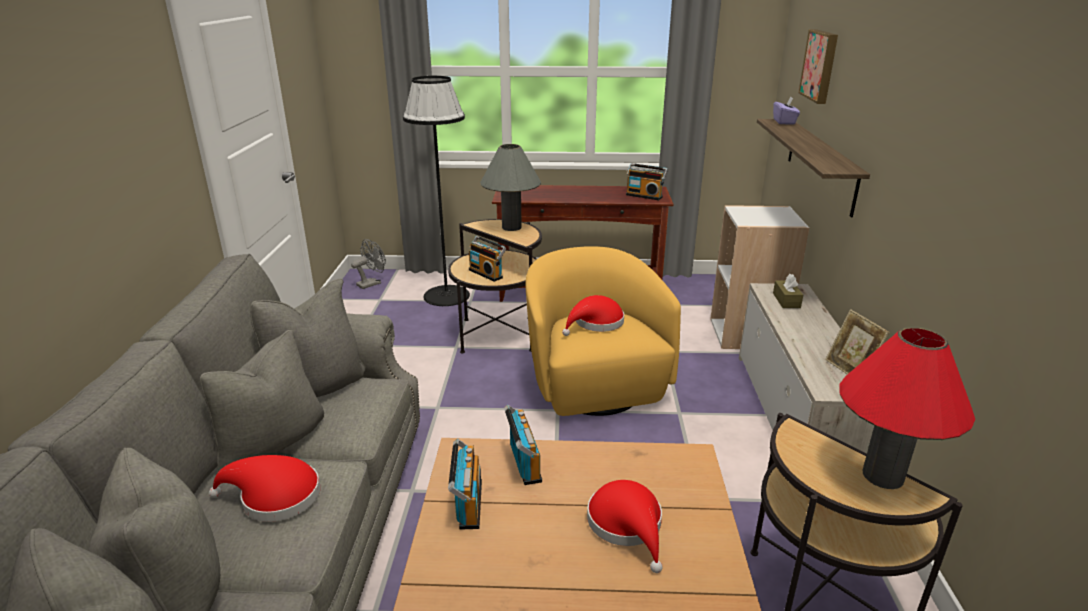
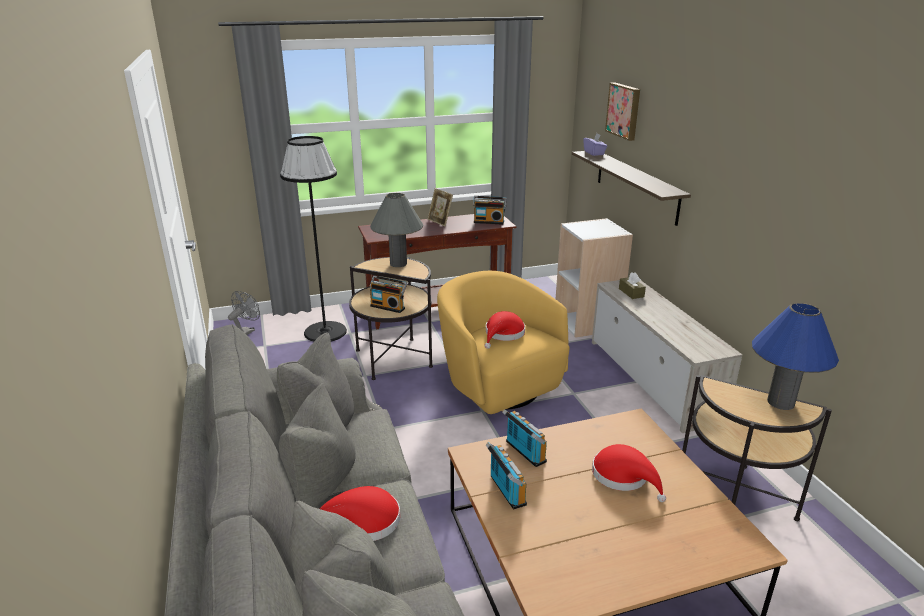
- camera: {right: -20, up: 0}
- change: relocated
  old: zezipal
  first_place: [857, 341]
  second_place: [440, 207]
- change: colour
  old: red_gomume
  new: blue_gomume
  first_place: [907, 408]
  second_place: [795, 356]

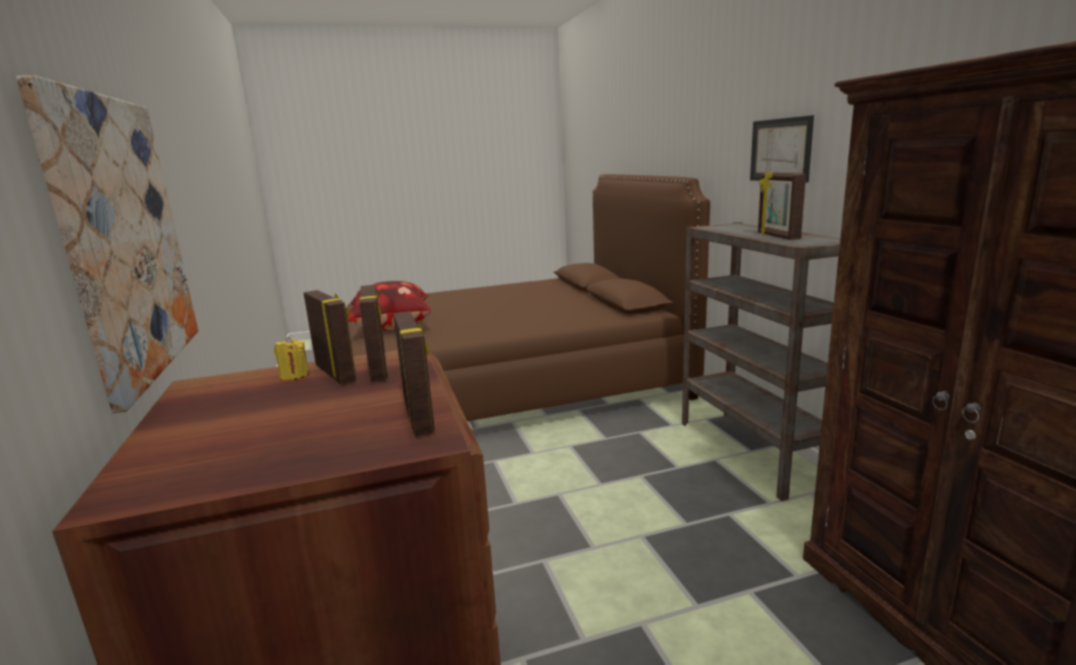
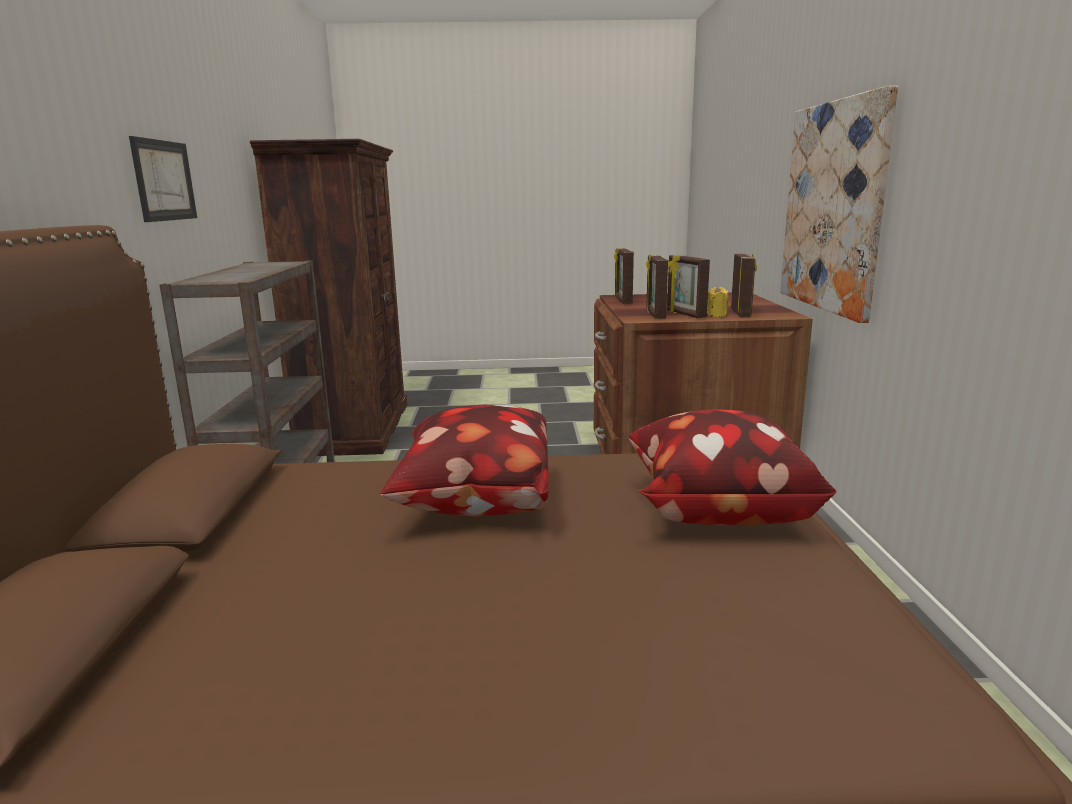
- camera: {right: -165, up: 0}
- change: relocated
  old: zezipal
  first_place: [782, 205]
  second_place: [744, 285]
- change: appeared
  new: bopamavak
  second_place: [464, 460]

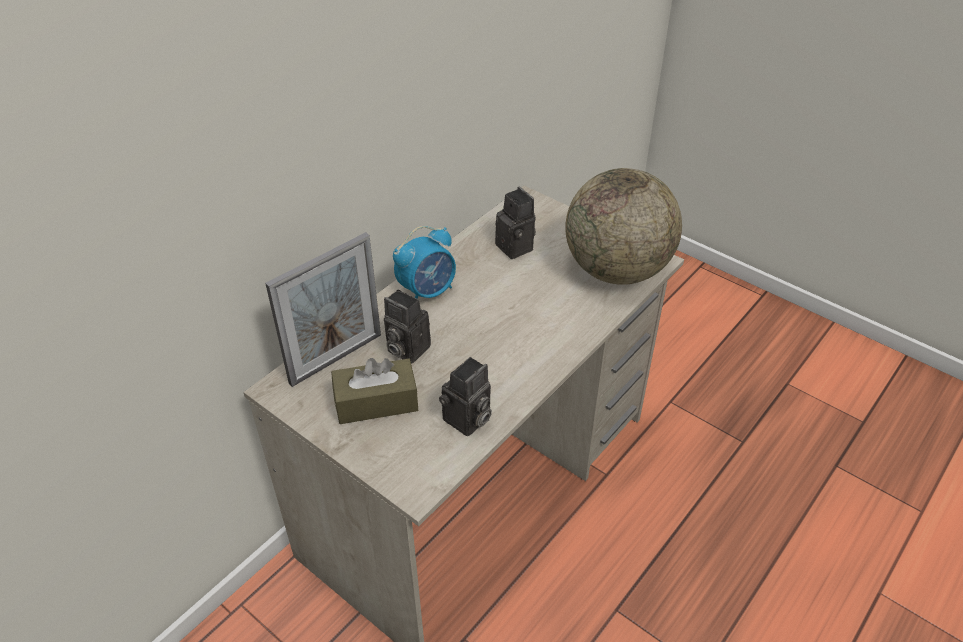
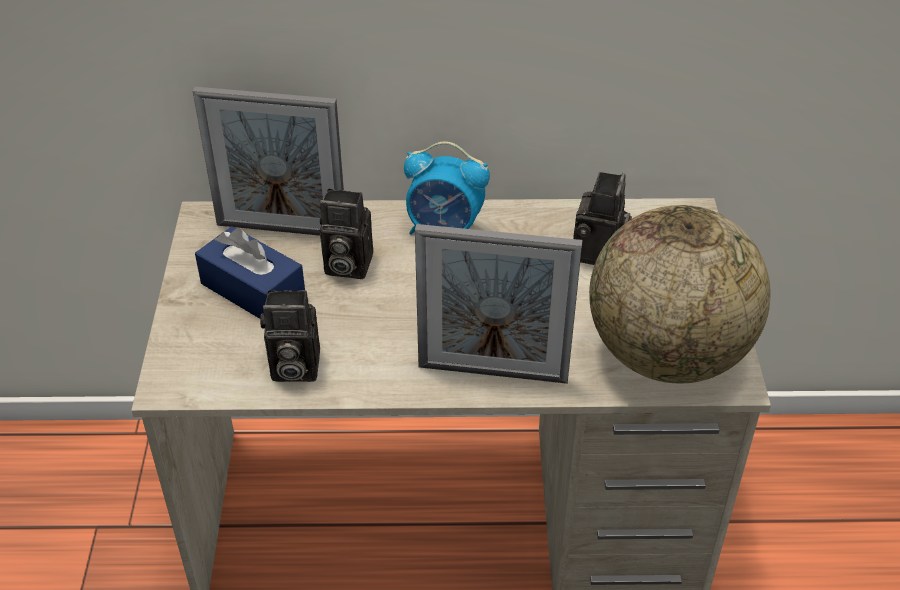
- camera: {right: 50, up: 0}
- change: colour
  old: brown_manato
  new: blue_manato
  first_place: [374, 391]
  second_place: [250, 272]
- change: spun
  old: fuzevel
  first_place: [407, 326]
  second_place: [346, 233]
  degrees: -75
- change: appeared
  new: zezipal
  second_place: [498, 304]

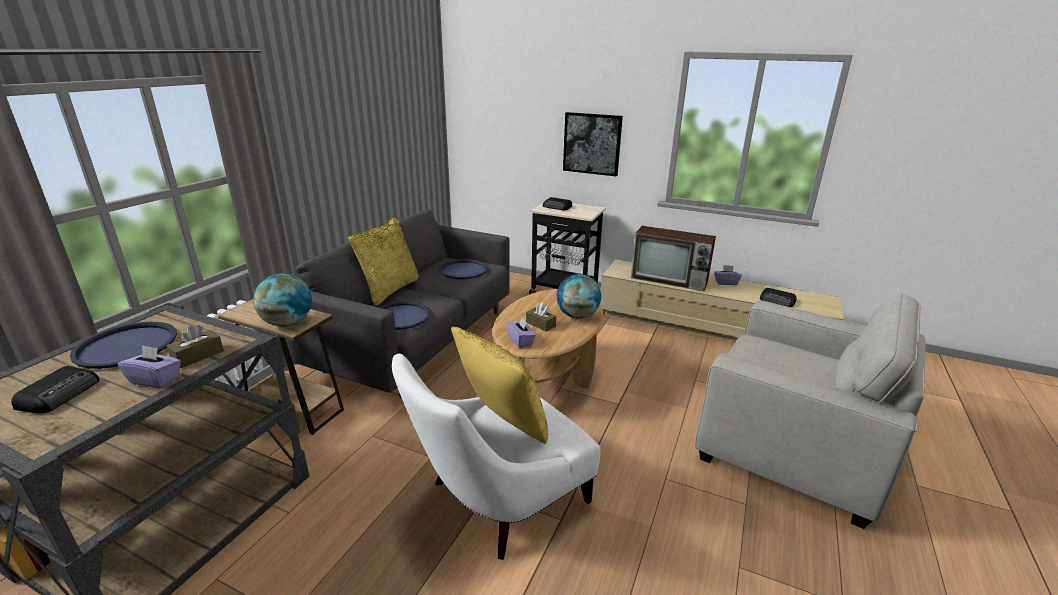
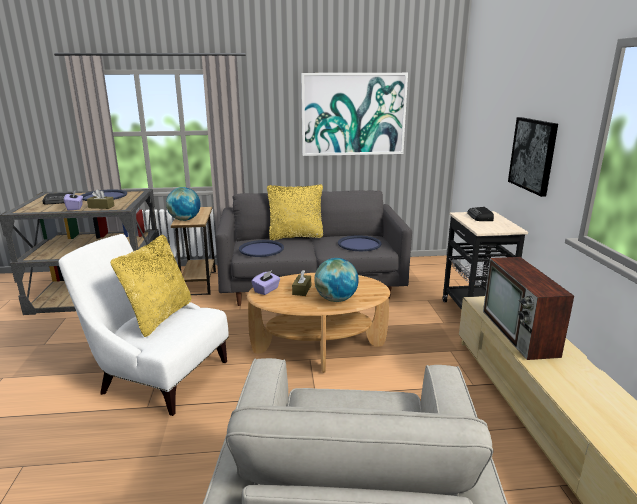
- camera: {right: 60, up: -5}
- change: missing
  old: purple_manato
  first_place: [728, 275]
- change: missing
  old: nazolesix
  first_place: [778, 297]
- change: appeared
  new: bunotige
  second_place: [354, 114]

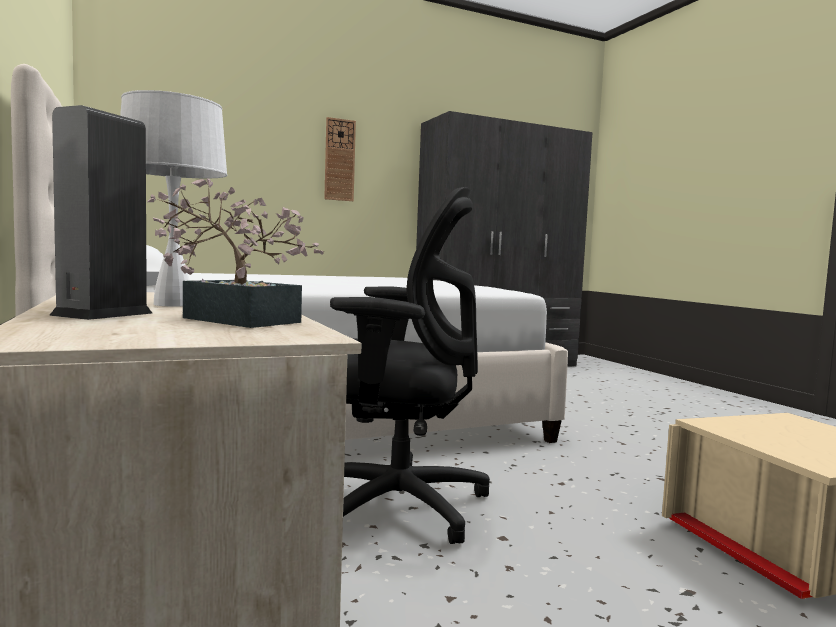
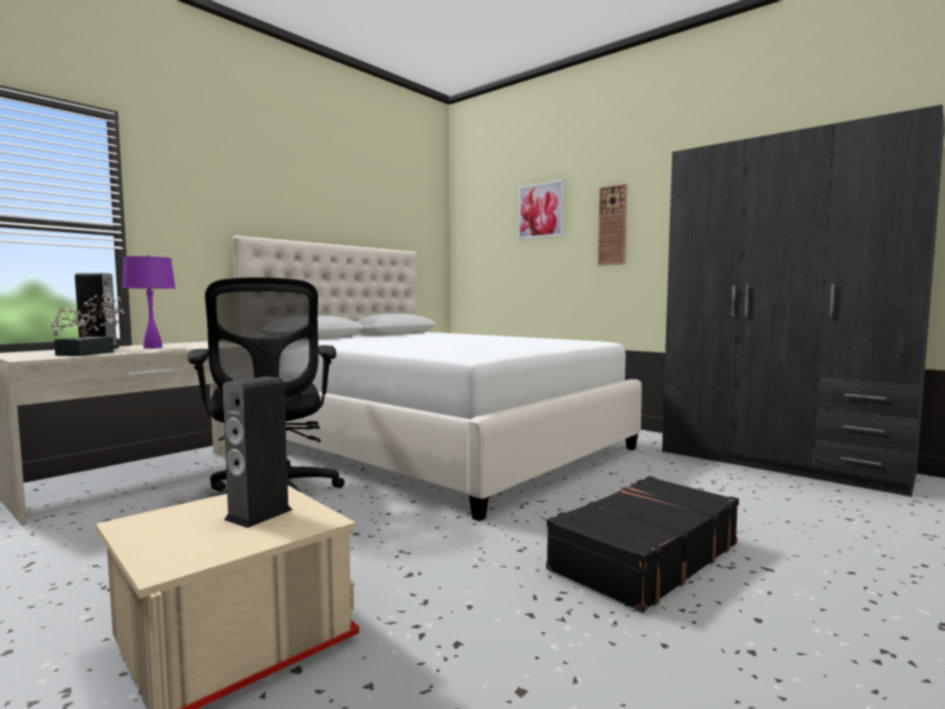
- camera: {right: 65, up: 0}
- change: colour
  old: white_gomume
  new: purple_gomume
  first_place: [174, 198]
  second_place: [148, 302]
- change: appeared
  new: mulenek
  second_place: [257, 452]
- change: appeared
  new: bunotige
  second_place: [541, 209]
- change: appeared
  new: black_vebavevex
  second_place: [642, 544]

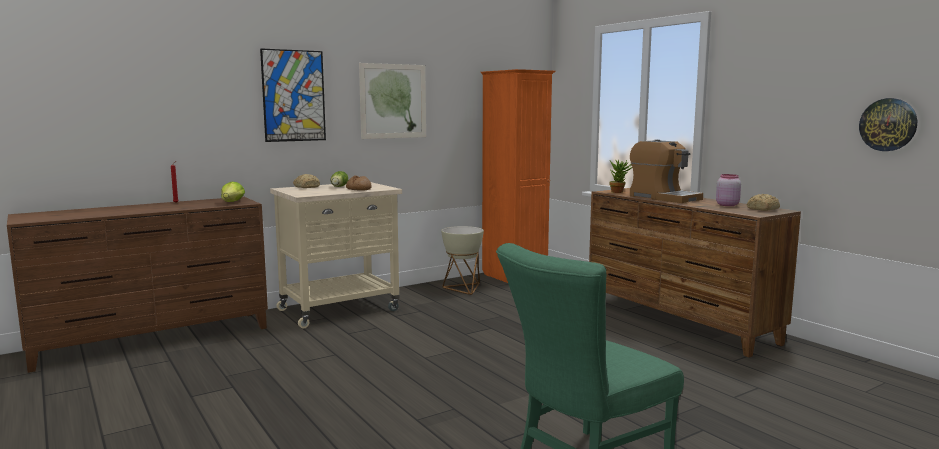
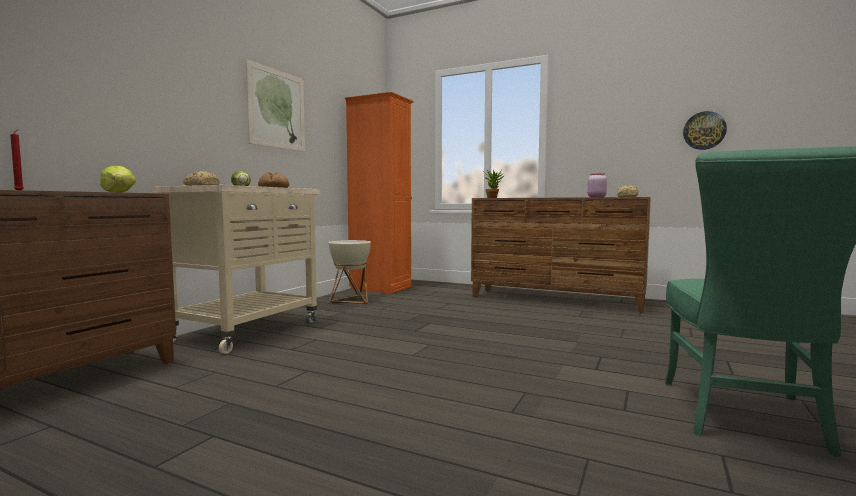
- camera: {right: -30, up: -5}
- change: missing
  old: bunotige
  first_place: [293, 95]
- change: missing
  old: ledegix
  first_place: [666, 171]

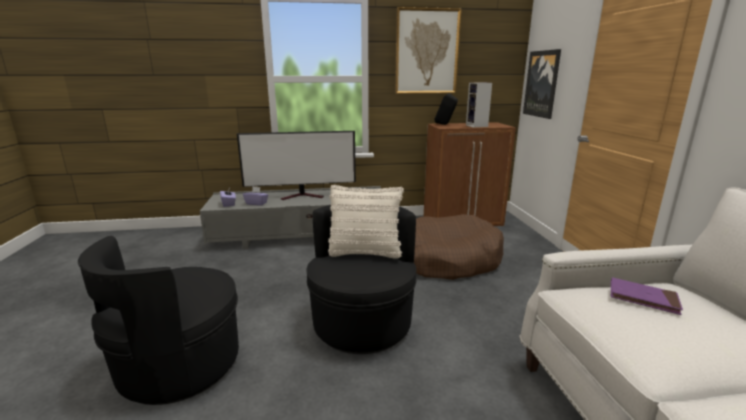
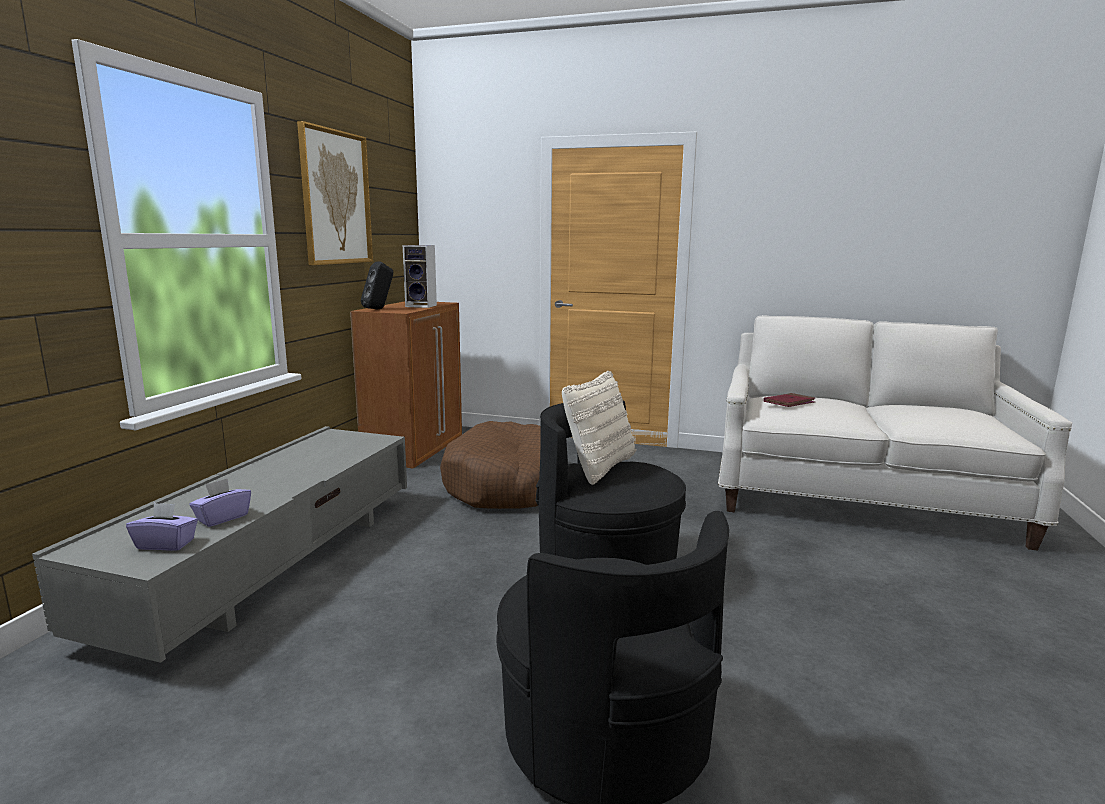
- camera: {right: -65, up: -5}
- change: missing
  old: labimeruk
  first_place: [296, 165]
- change: missing
  old: bunotige
  first_place: [542, 84]
- change: colour
  old: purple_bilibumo
  new: red_bilibumo
  first_place: [647, 296]
  second_place: [789, 400]

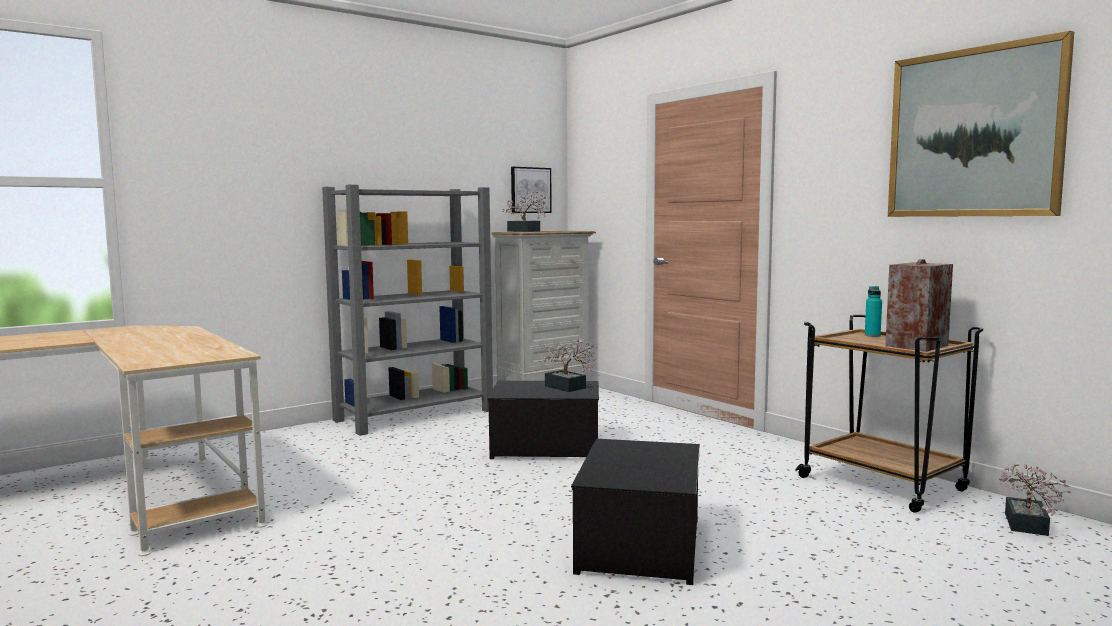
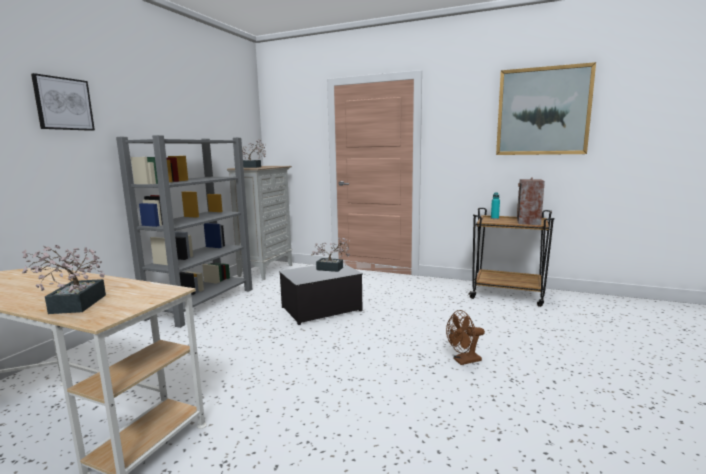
- camera: {right: -30, up: 5}
- change: relocated
  old: bunotige
  first_place: [531, 190]
  second_place: [63, 102]
- change: exchanged
  old: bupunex
  new: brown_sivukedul
  first_place: [635, 512]
  second_place: [465, 337]
- change: relocated
  old: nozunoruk
  first_place: [1035, 500]
  second_place: [64, 279]

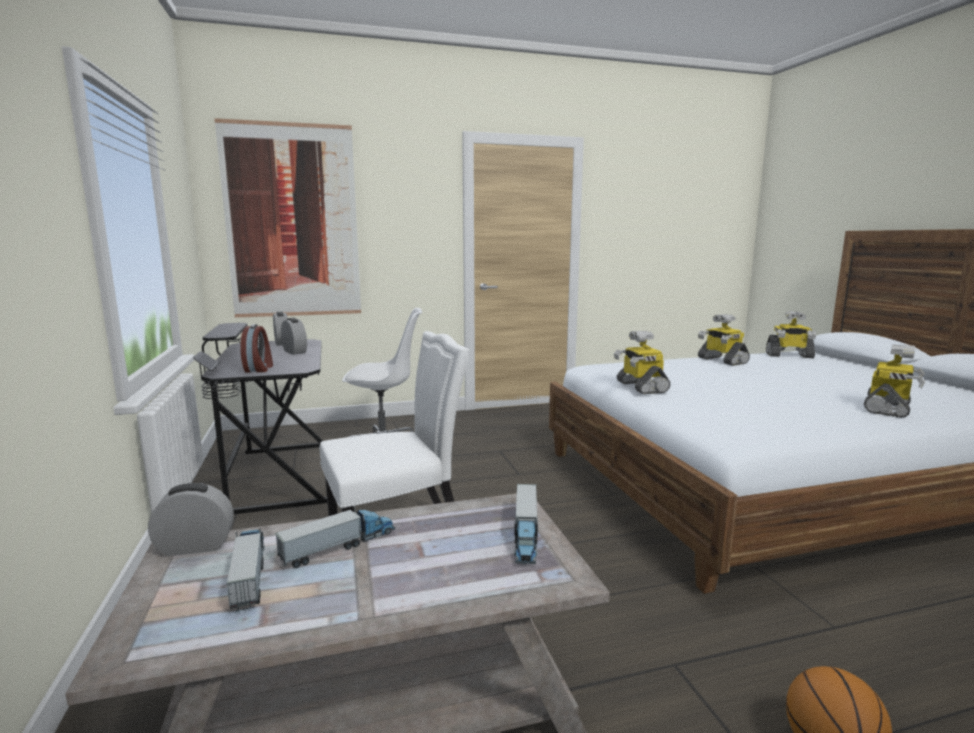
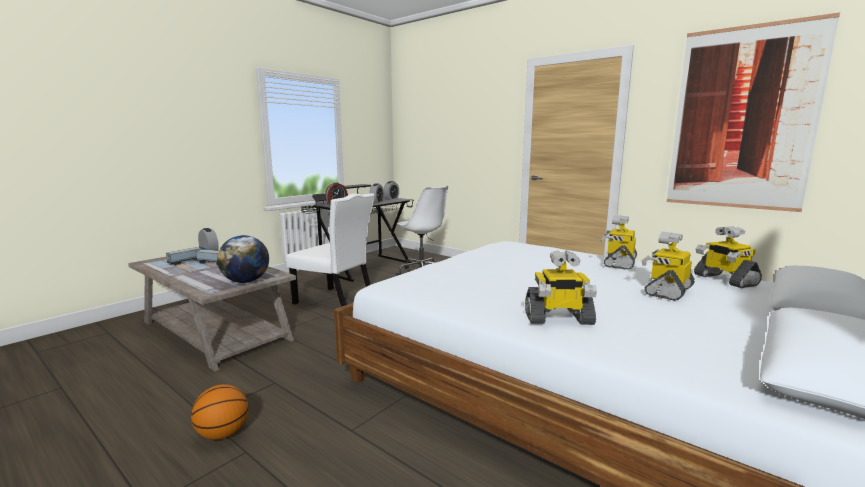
- camera: {right: 55, up: 0}
- change: relocated
  old: bunotige
  first_place: [287, 218]
  second_place: [753, 112]
- change: exchanged
  old: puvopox
  new: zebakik
  first_place: [526, 524]
  second_place: [243, 259]
- change: relocated
  old: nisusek
  first_place: [642, 362]
  second_place: [668, 266]

